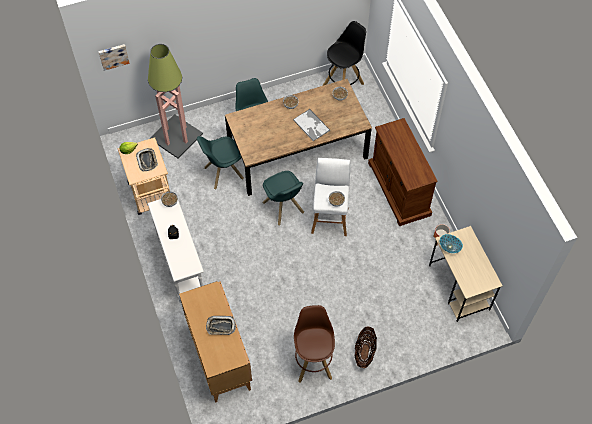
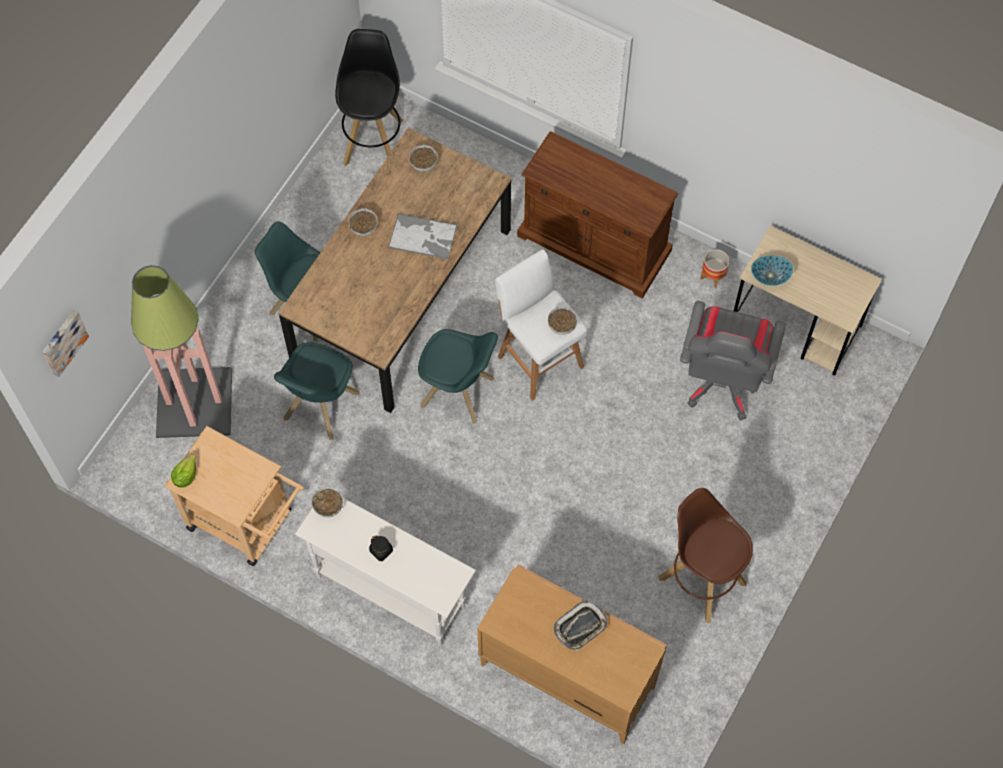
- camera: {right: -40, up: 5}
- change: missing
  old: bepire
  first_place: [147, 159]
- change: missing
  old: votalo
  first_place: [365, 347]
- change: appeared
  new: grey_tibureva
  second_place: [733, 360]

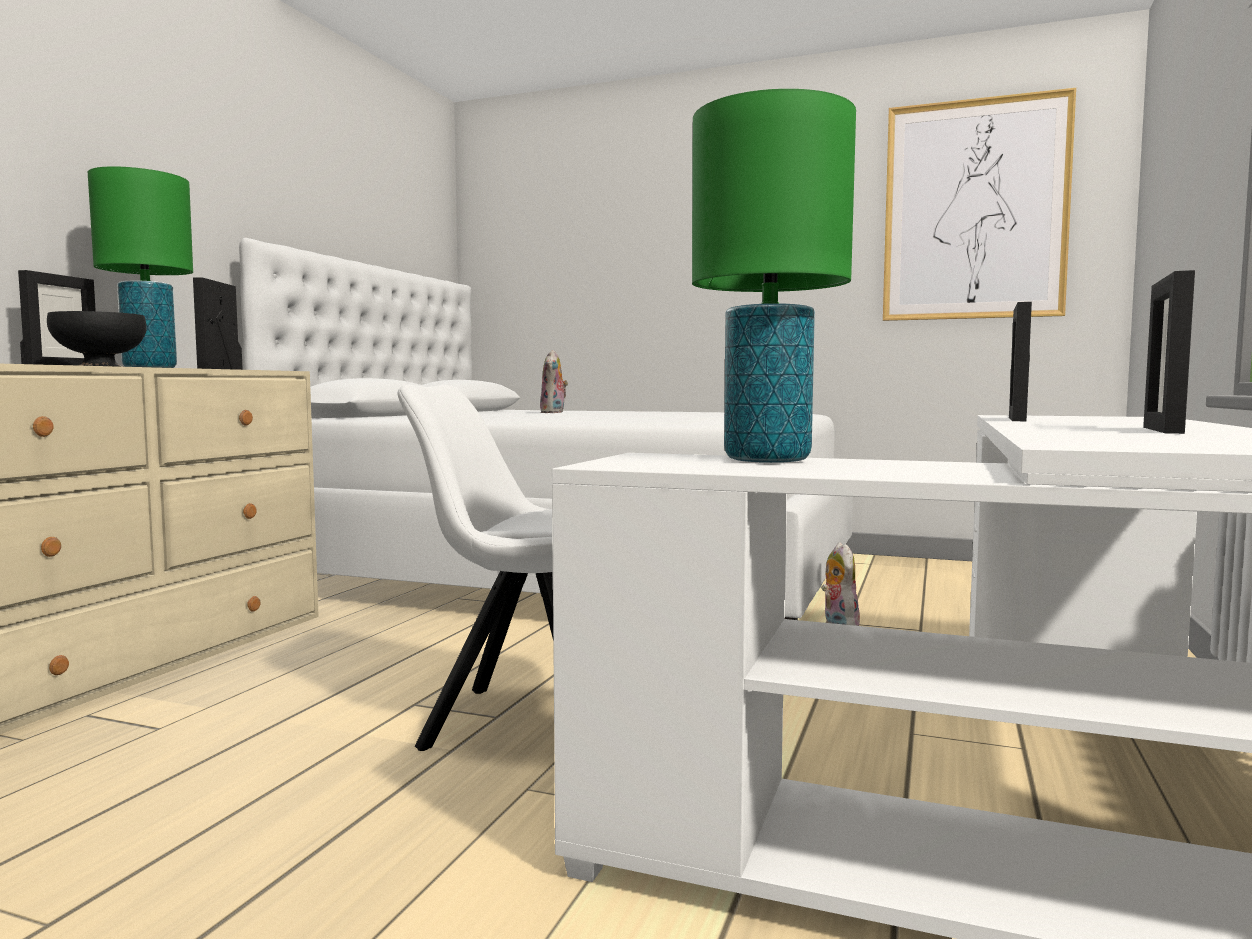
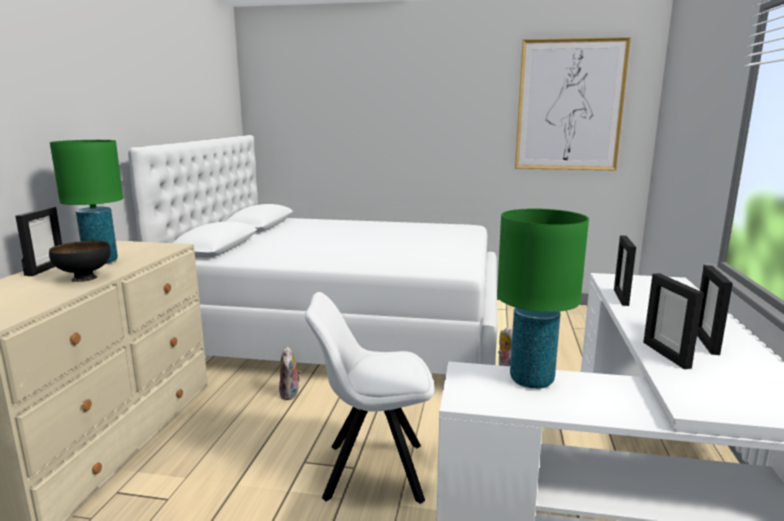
- camera: {right: -10, up: 10}
- change: relocated
  old: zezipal
  first_place: [218, 323]
  second_place: [673, 321]
- change: relocated
  old: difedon
  first_place: [554, 381]
  second_place: [290, 373]

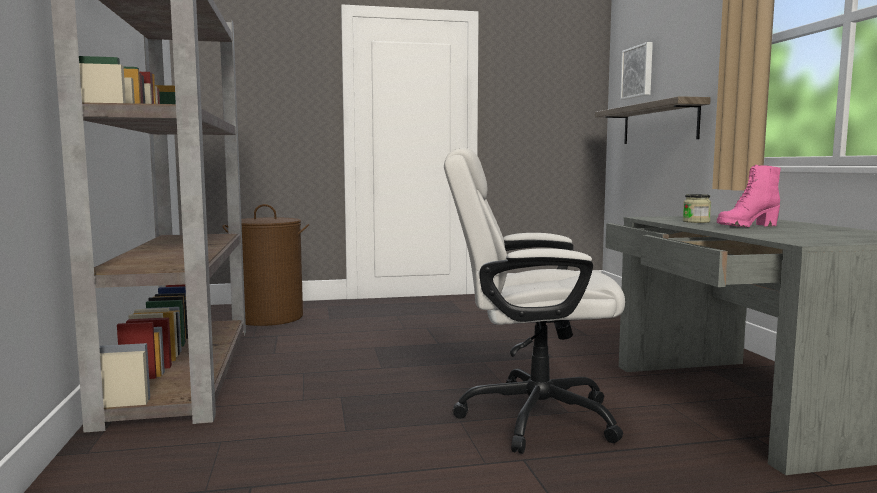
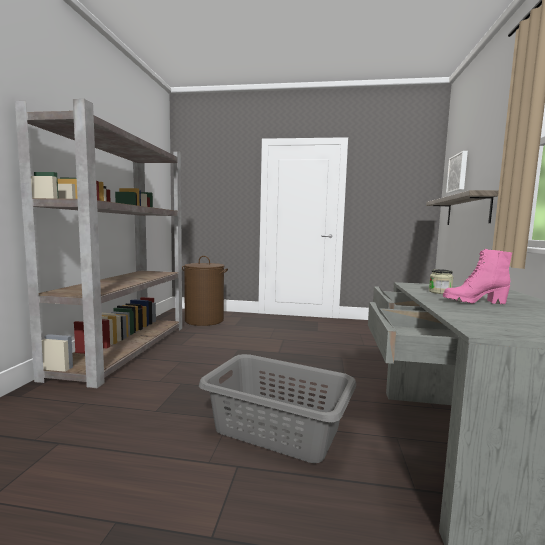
- camera: {right: 20, up: 0}
- change: exchanged
  old: white_tibureva
  new: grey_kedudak
  first_place: [534, 301]
  second_place: [277, 408]

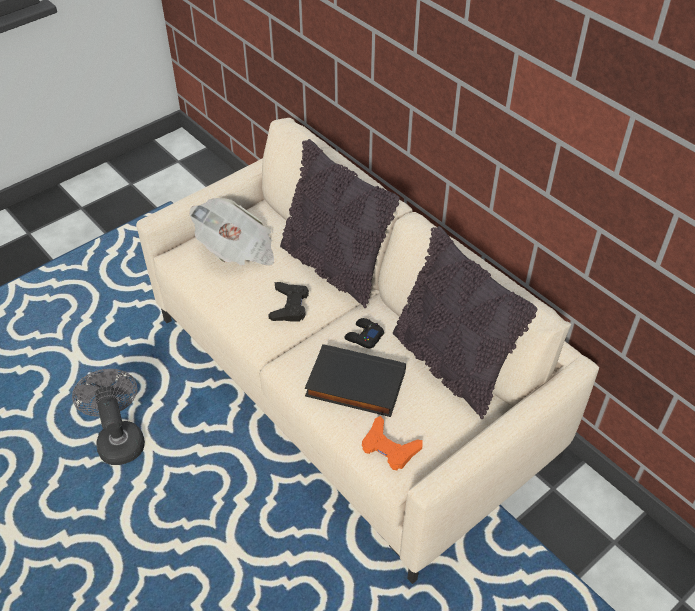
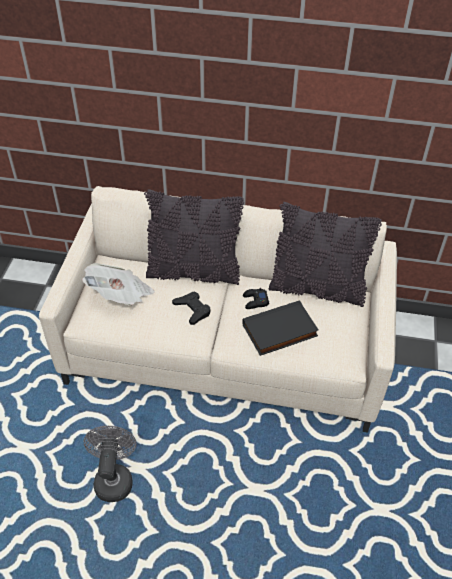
- camera: {right: -40, up: 0}
- change: spun
  old: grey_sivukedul
  first_place: [108, 417]
  second_place: [110, 464]
  degrees: 60
- change: missing
  old: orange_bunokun
  first_place: [392, 443]

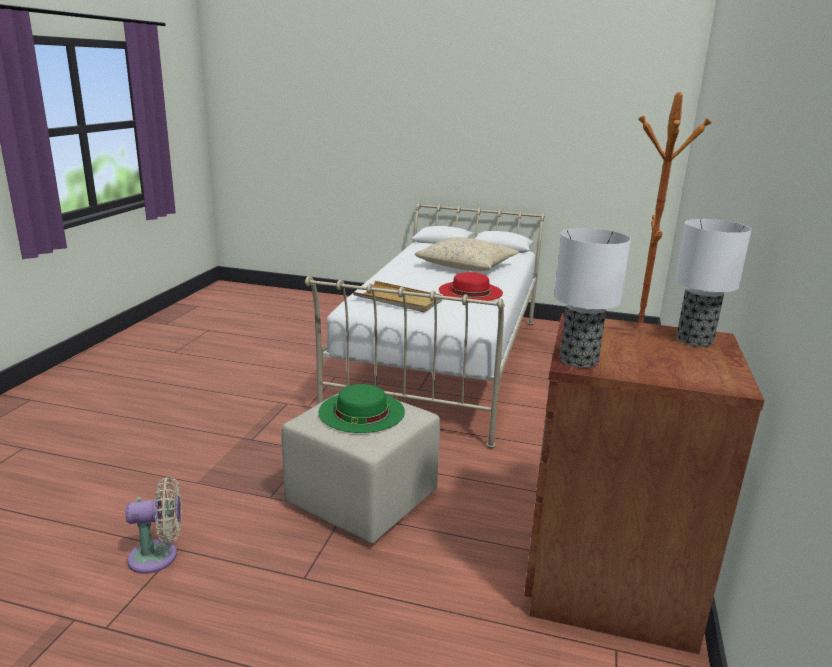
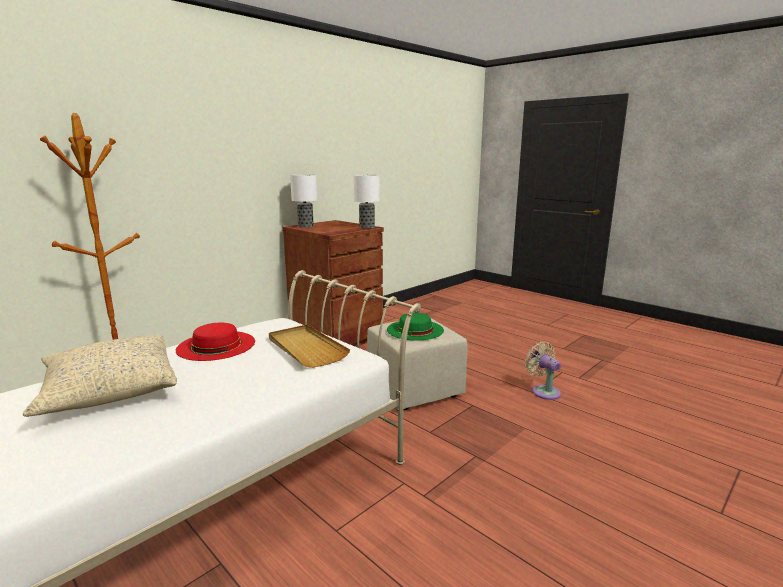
- camera: {right: -150, up: -5}
- change: spun
  old: beige_sivukedul
  first_place: [154, 525]
  second_place: [543, 371]
  degrees: 45

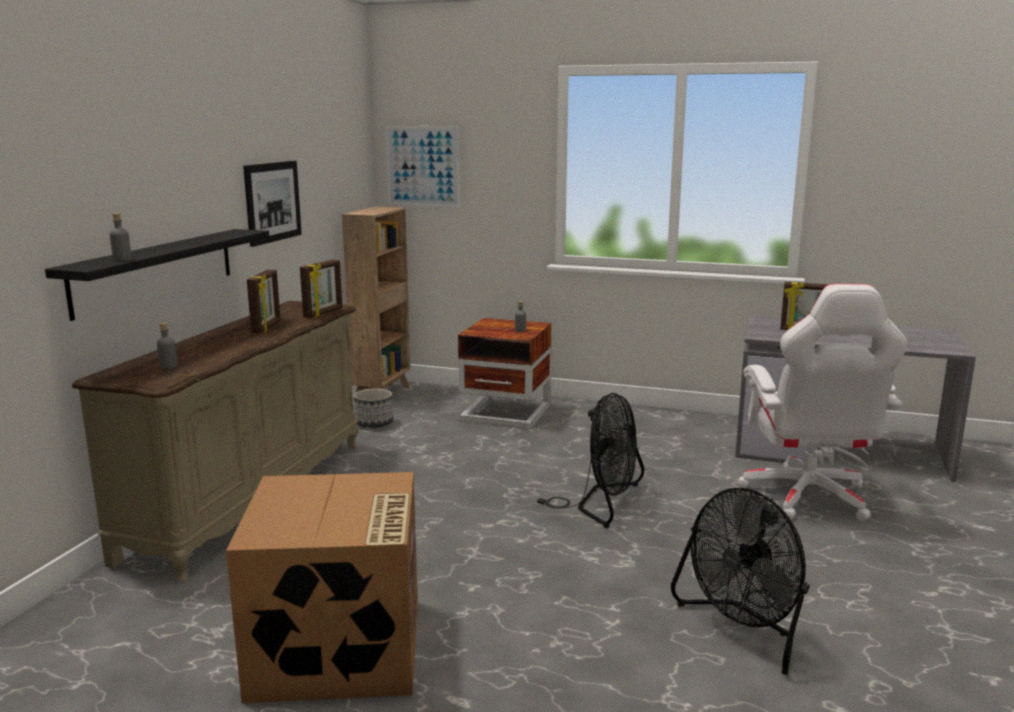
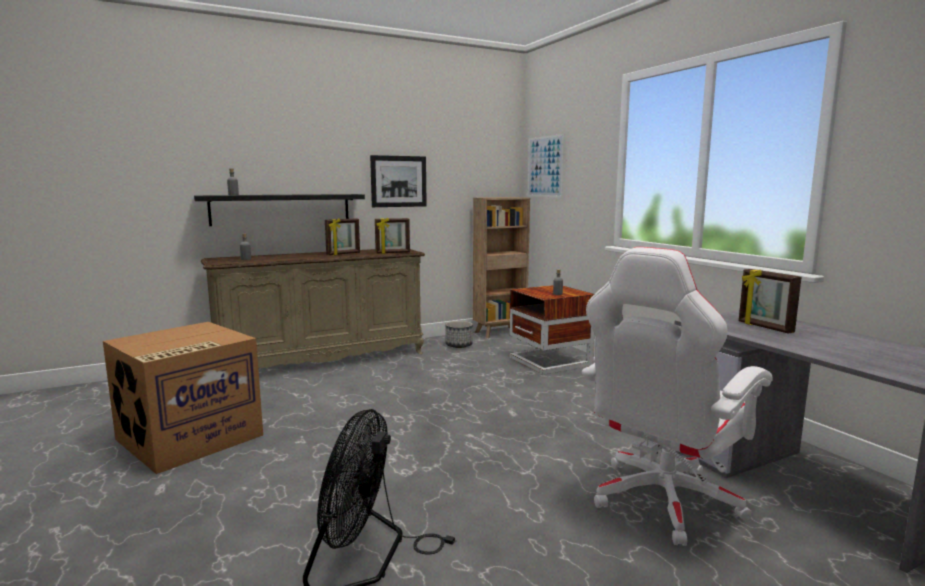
- camera: {right: 45, up: -5}
- change: missing
  old: black_sivukedul
  first_place: [590, 461]

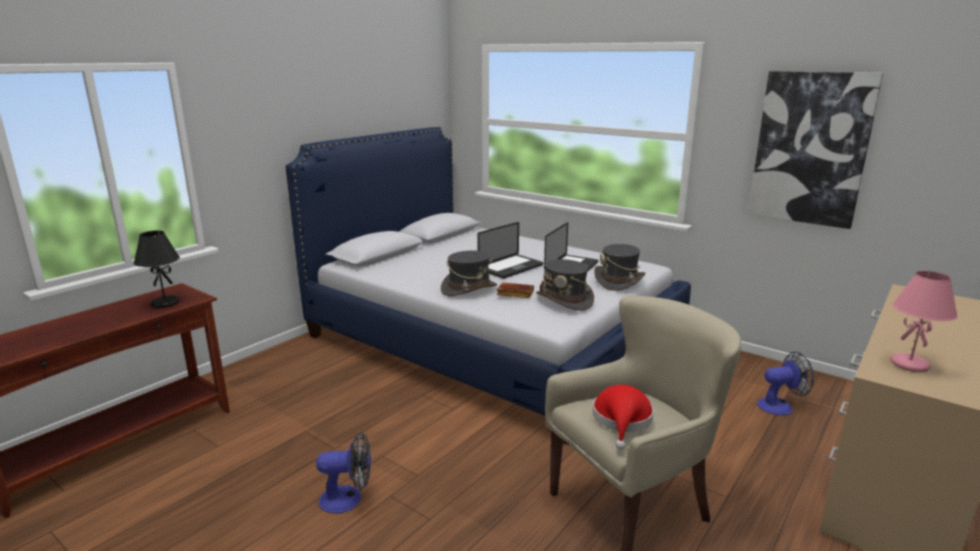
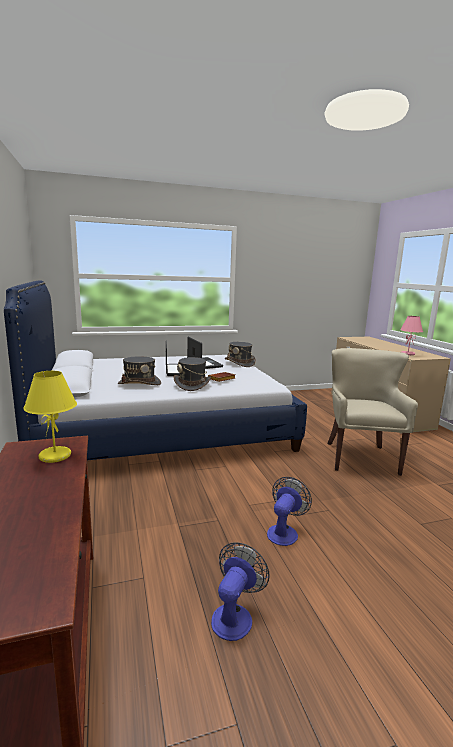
- camera: {right: -55, up: -5}
- change: colour
  old: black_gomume
  new: yellow_gomume
  first_place: [157, 269]
  second_place: [50, 417]
- change: relocated
  old: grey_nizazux
  first_place: [565, 285]
  second_place: [139, 370]
- change: missing
  old: red_nizazux
  first_place: [623, 417]
- change: missing
  old: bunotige
  first_place: [815, 150]
- change: relocated
  old: sivukedul
  first_place: [785, 383]
  second_place: [240, 591]

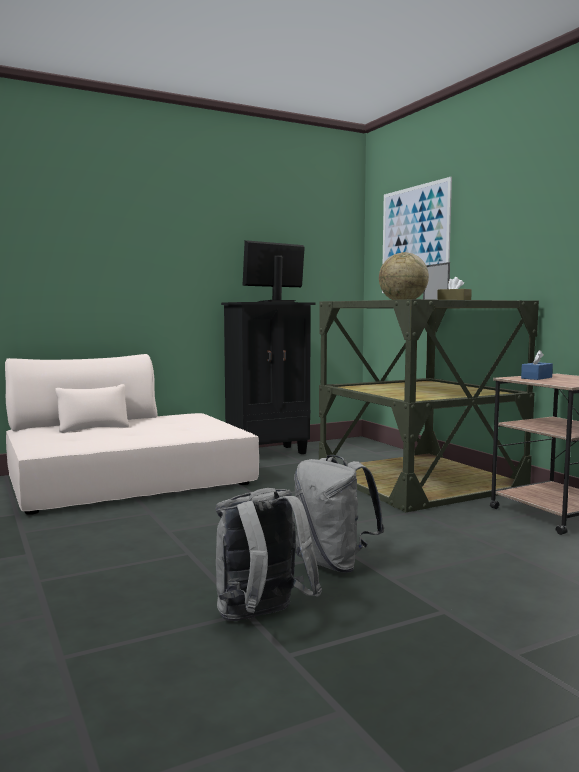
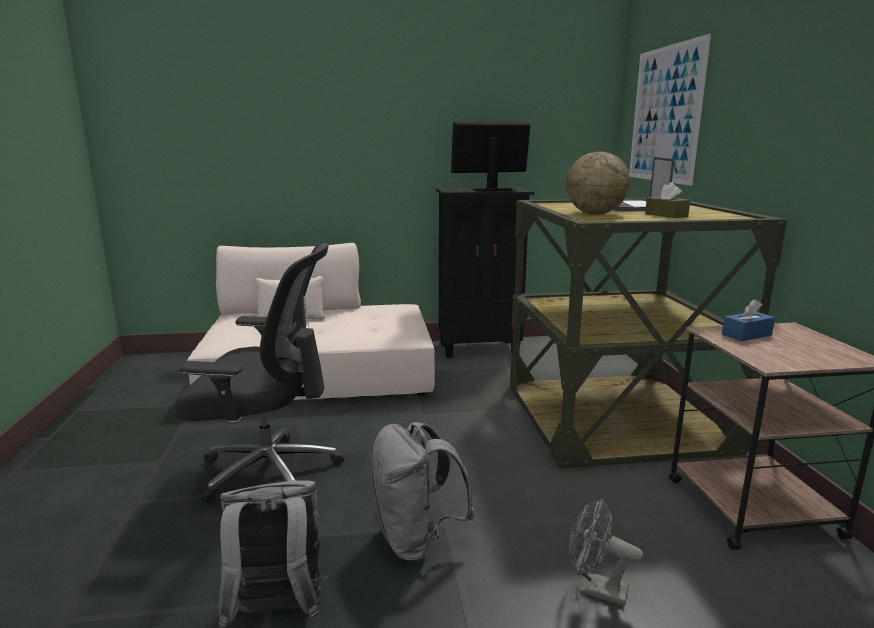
- camera: {right: 20, up: 10}
- change: appeared
  new: tibureva
  second_place: [259, 372]
- change: appeared
  new: grey_sivukedul
  second_place: [606, 552]

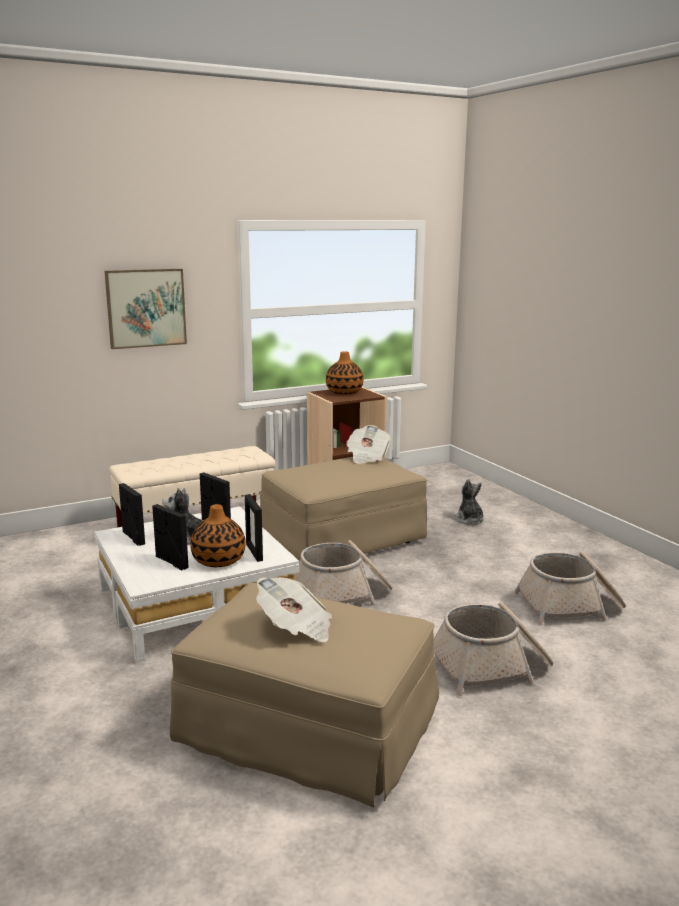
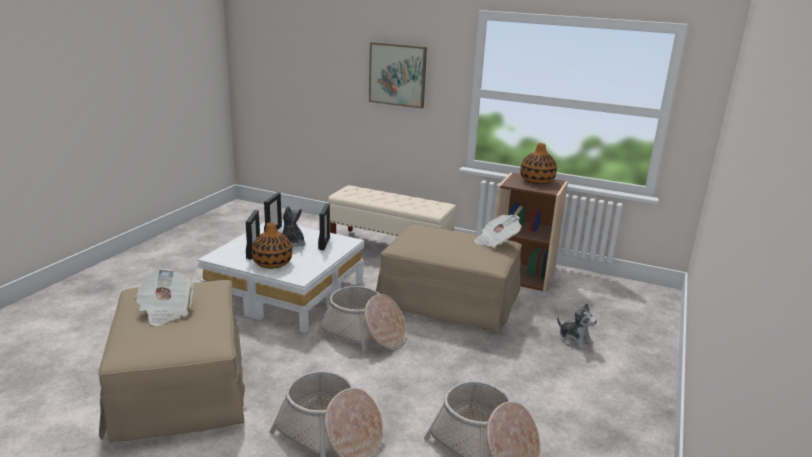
- camera: {right: 50, up: 5}
- change: missing
  old: zezipal
  first_place: [254, 528]
- change: spun
  old: difedon
  first_place: [469, 501]
  second_place: [577, 326]
  degrees: 105

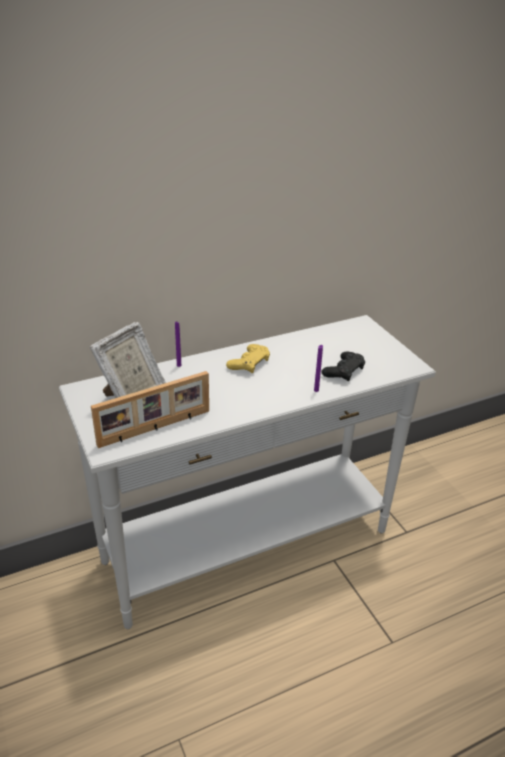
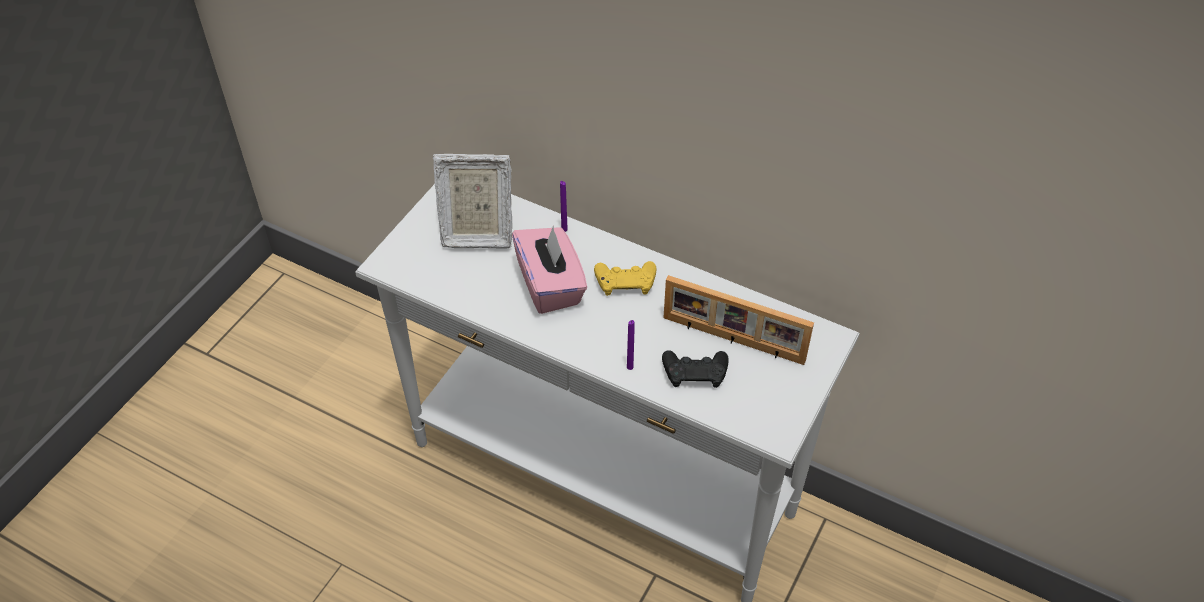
- camera: {right: 55, up: 15}
- change: relocated
  old: zezipal
  first_place: [150, 409]
  second_place: [738, 320]
- change: appeared
  new: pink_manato
  second_place: [549, 269]

